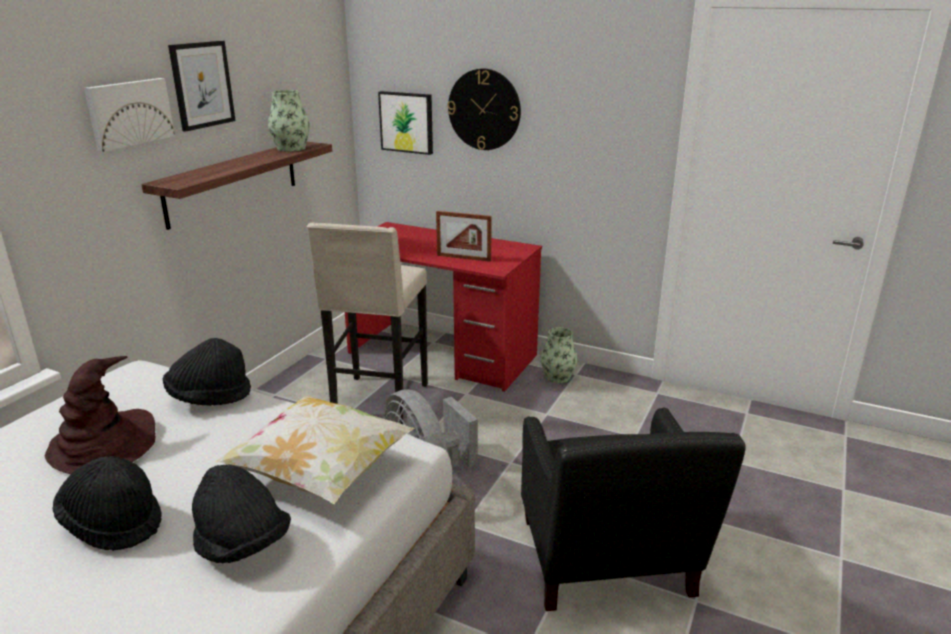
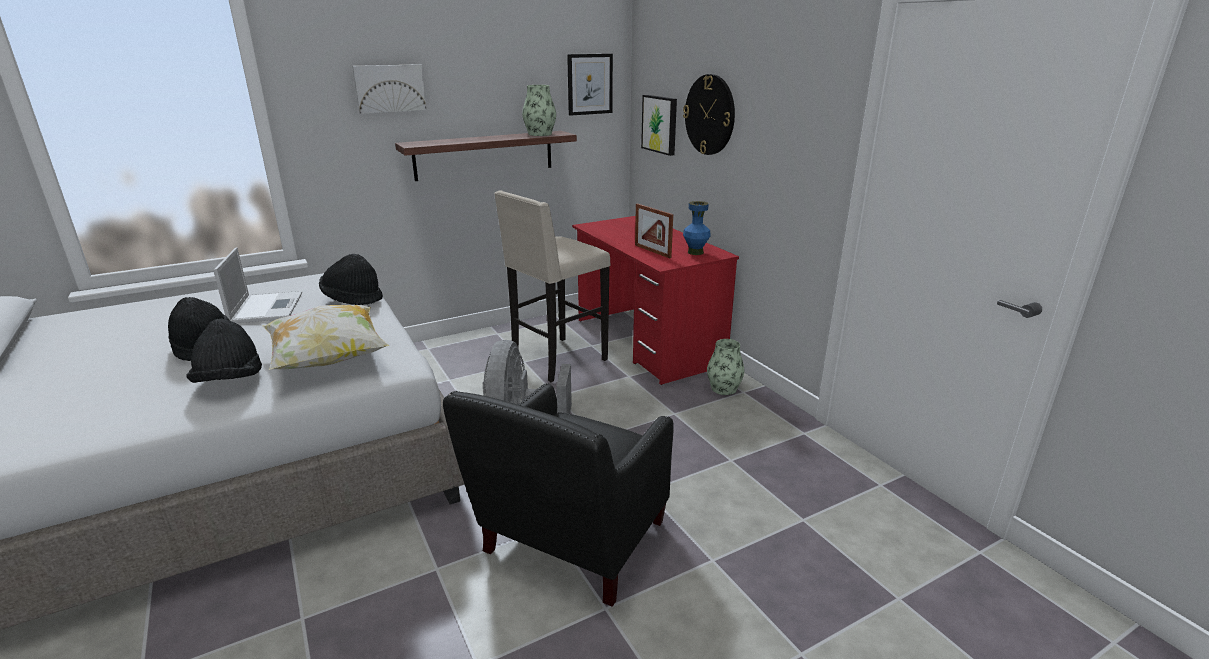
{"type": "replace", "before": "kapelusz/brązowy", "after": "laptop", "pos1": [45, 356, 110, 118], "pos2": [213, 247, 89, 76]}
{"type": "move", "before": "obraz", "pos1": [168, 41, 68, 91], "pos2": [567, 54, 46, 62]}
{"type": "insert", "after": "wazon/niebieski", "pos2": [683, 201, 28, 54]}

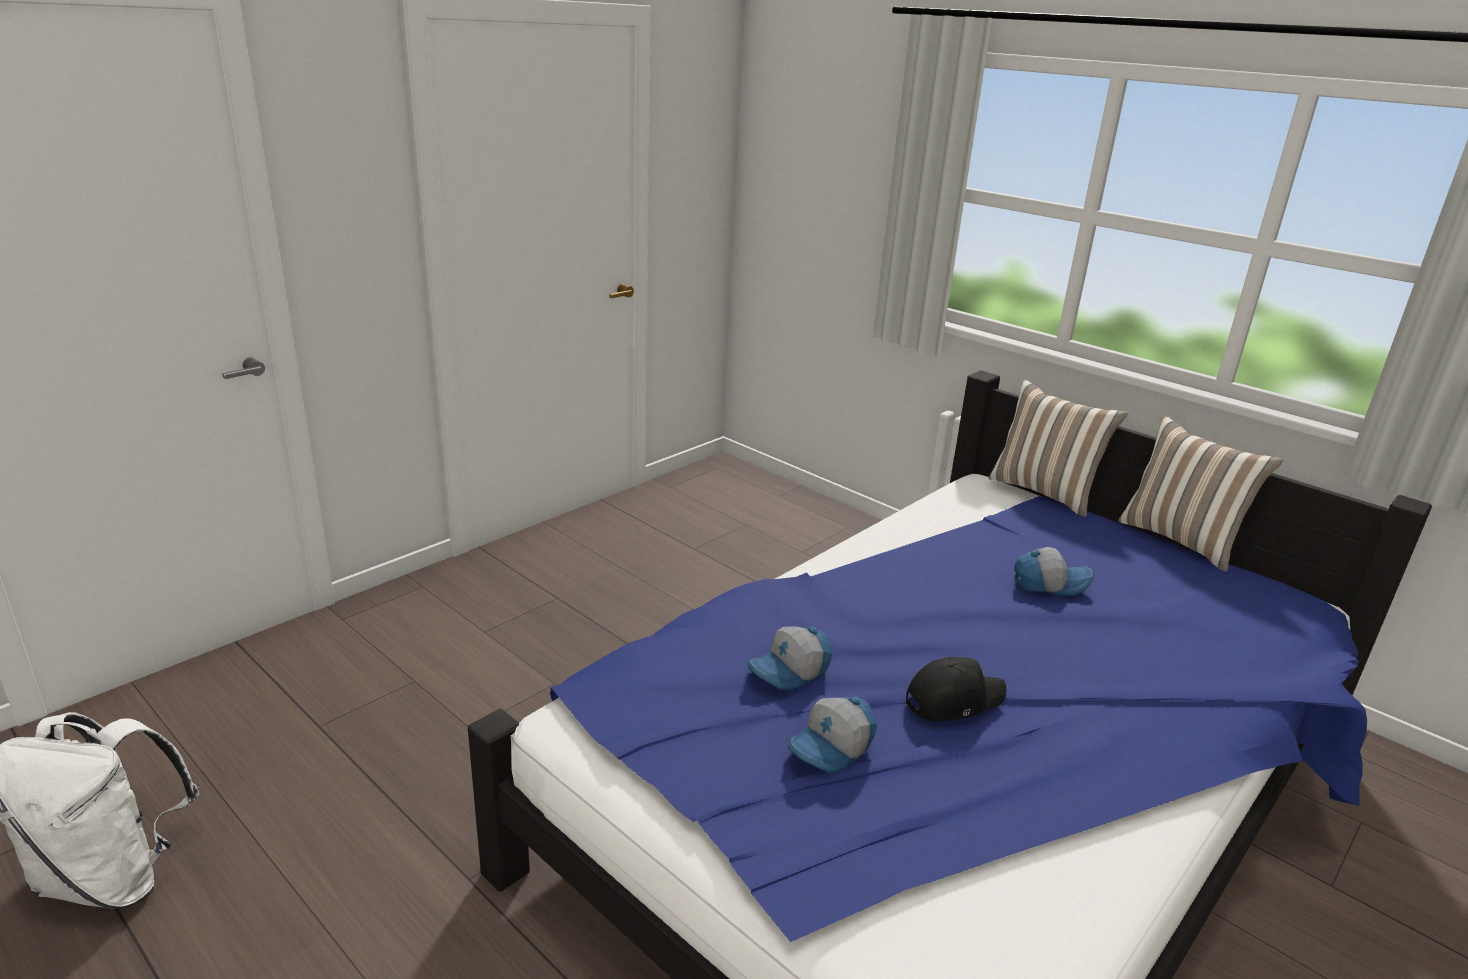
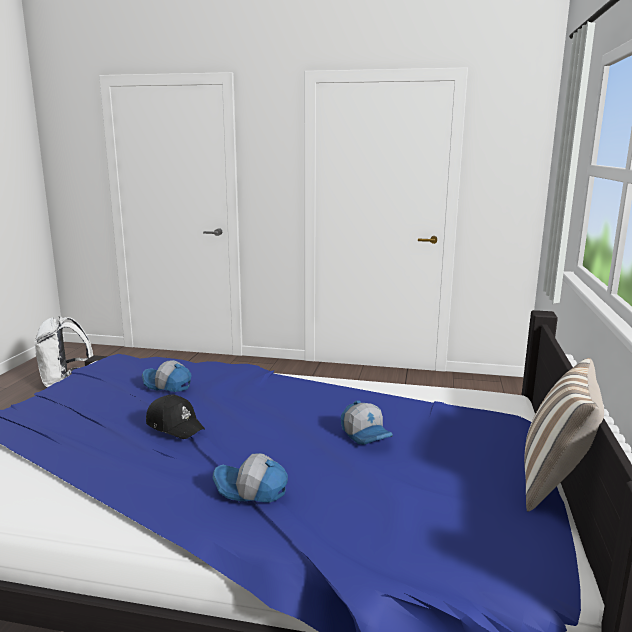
{"type": "move", "before": "czapka z daszkiem", "pos1": [788, 697, 89, 76], "pos2": [213, 453, 75, 50]}
{"type": "delete", "before": "poduszka", "pos1": [989, 379, 139, 138]}

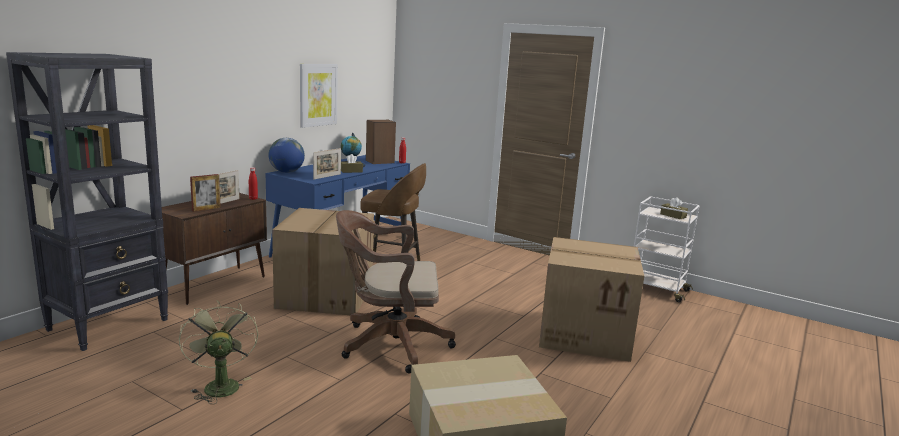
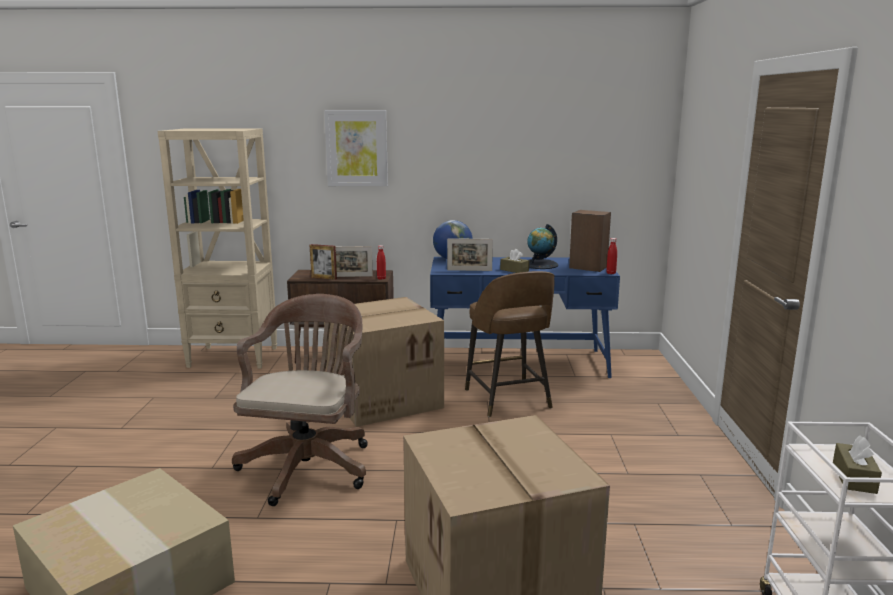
{"type": "recolor", "before": "regał/czarny", "after": "regał/beżowy", "pos1": [6, 52, 162, 299], "pos2": [158, 128, 119, 241]}
{"type": "rotate", "before": "krzesło biurowe/brązowy", "pos1": [336, 210, 120, 164], "pos2": [232, 294, 136, 212], "turn": 45}
{"type": "move", "before": "obraz", "pos1": [300, 64, 38, 64], "pos2": [324, 110, 64, 76]}
{"type": "delete", "before": "wentylator/zielony", "pos1": [179, 300, 79, 104]}

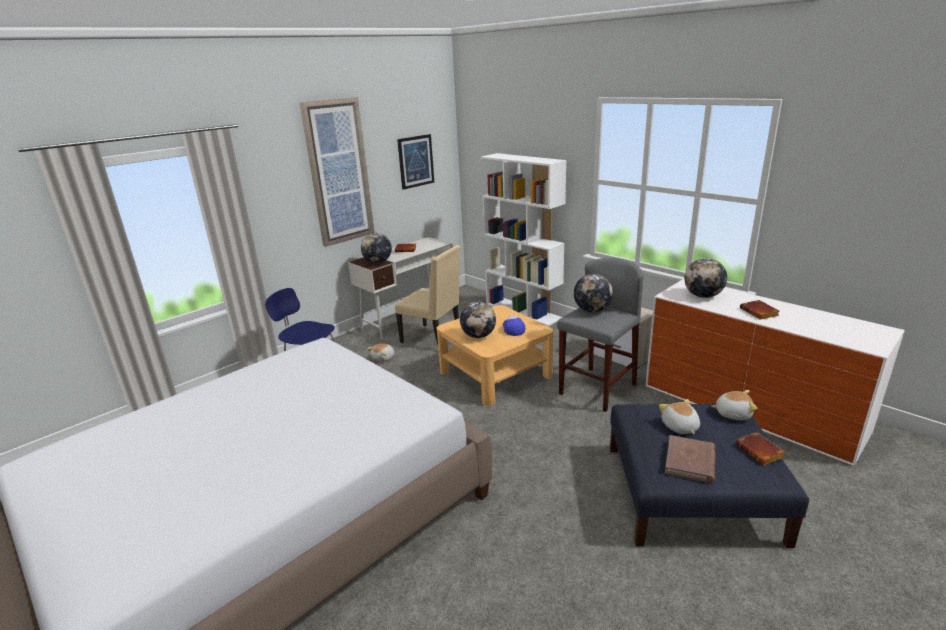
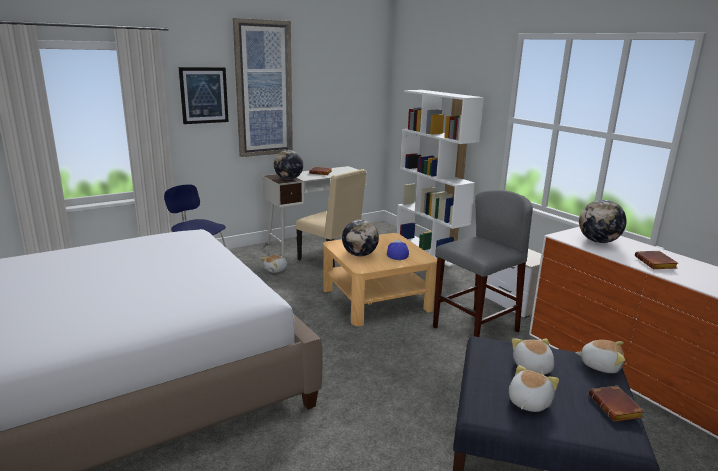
{"type": "move", "before": "obraz", "pos1": [397, 134, 37, 56], "pos2": [179, 67, 50, 57]}
{"type": "replace", "before": "książka/brązowy", "after": "pluszak", "pos1": [665, 435, 51, 48], "pos2": [509, 365, 50, 47]}
{"type": "delete", "before": "globus", "pos1": [574, 274, 39, 39]}

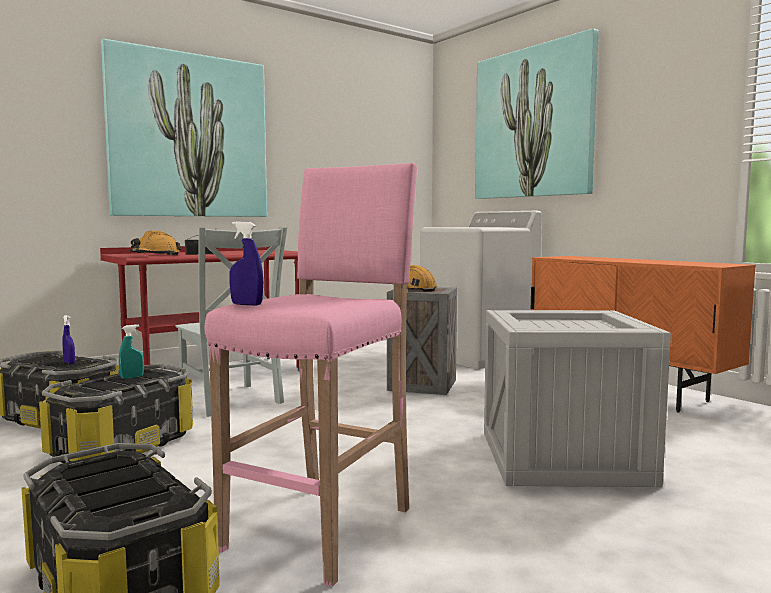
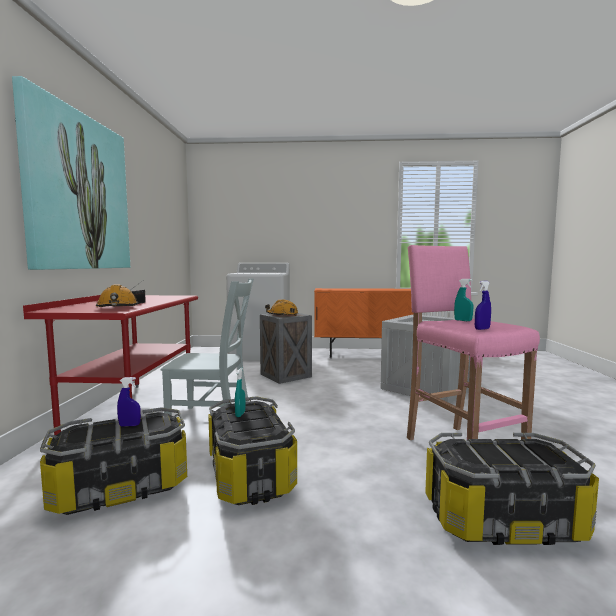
{"type": "insert", "after": "spryskiwacz/turkusowy", "pos2": [454, 279, 20, 42]}
{"type": "delete", "before": "obraz", "pos1": [475, 28, 124, 171]}

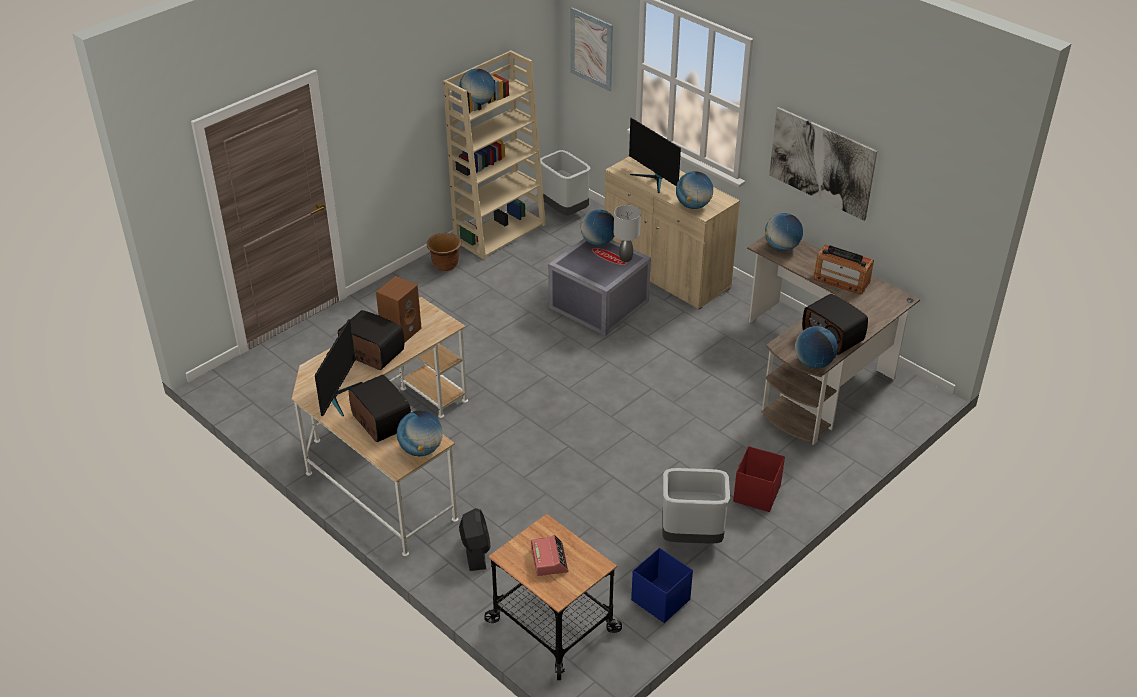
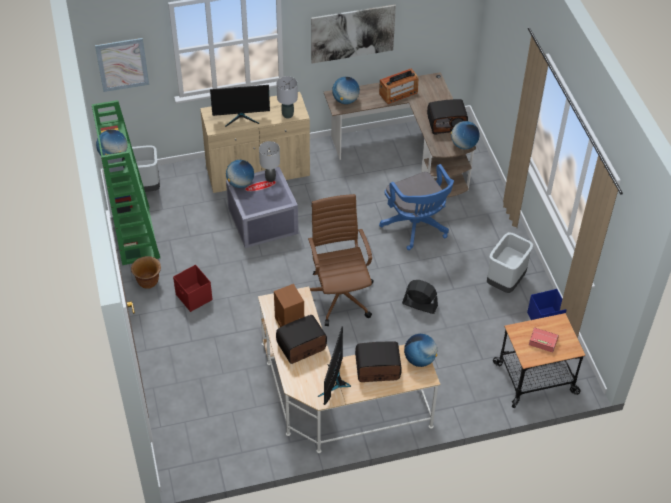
{"type": "recolor", "before": "regał/beżowy", "after": "regał/zielony", "pos1": [443, 50, 103, 210], "pos2": [91, 100, 69, 165]}
{"type": "move", "before": "pojemnik do przechowywania/czerwony", "pos1": [733, 446, 52, 66], "pos2": [173, 265, 40, 47]}
{"type": "replace", "before": "globus", "after": "lampa stołowa/szary", "pos1": [676, 171, 37, 38], "pos2": [277, 76, 21, 43]}
{"type": "insert", "after": "krzesło biurowe/brązowy", "pos2": [308, 194, 66, 132]}
{"type": "rotate", "before": "monitor", "pos1": [315, 319, 48, 97], "pos2": [318, 327, 33, 78], "turn": -120}
{"type": "insert", "after": "krzesło biurowe/niebieski", "pos2": [379, 164, 75, 86]}
{"type": "move", "before": "wentylator/czarny", "pos1": [459, 508, 32, 63], "pos2": [402, 280, 36, 34]}

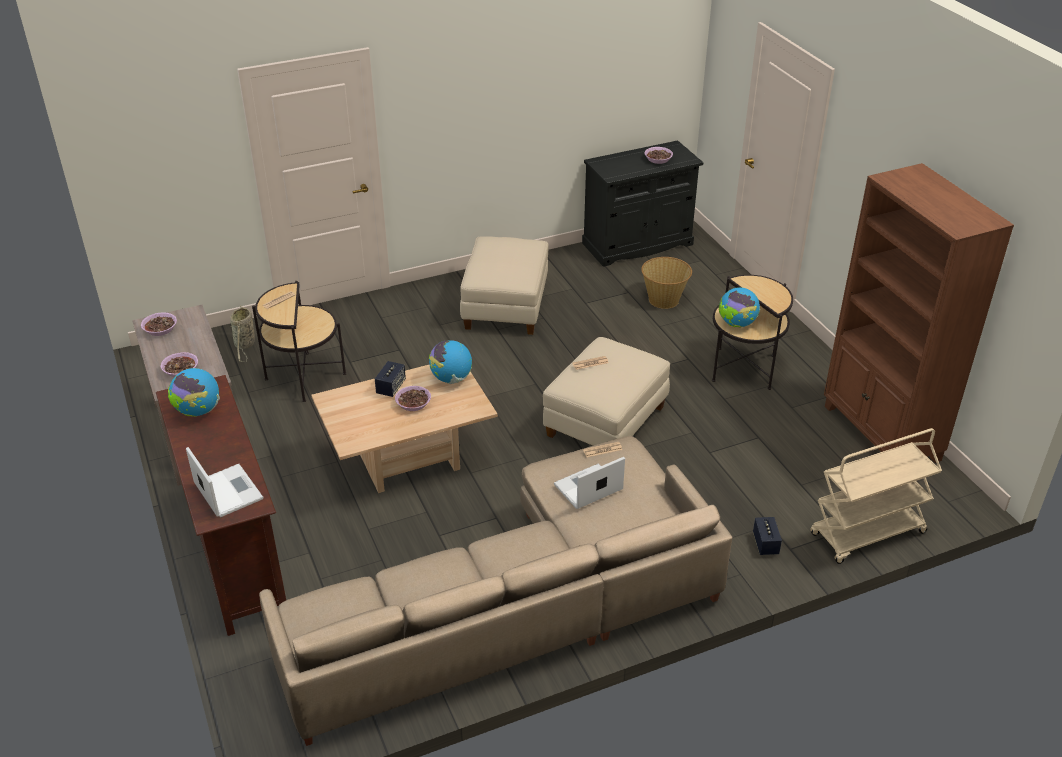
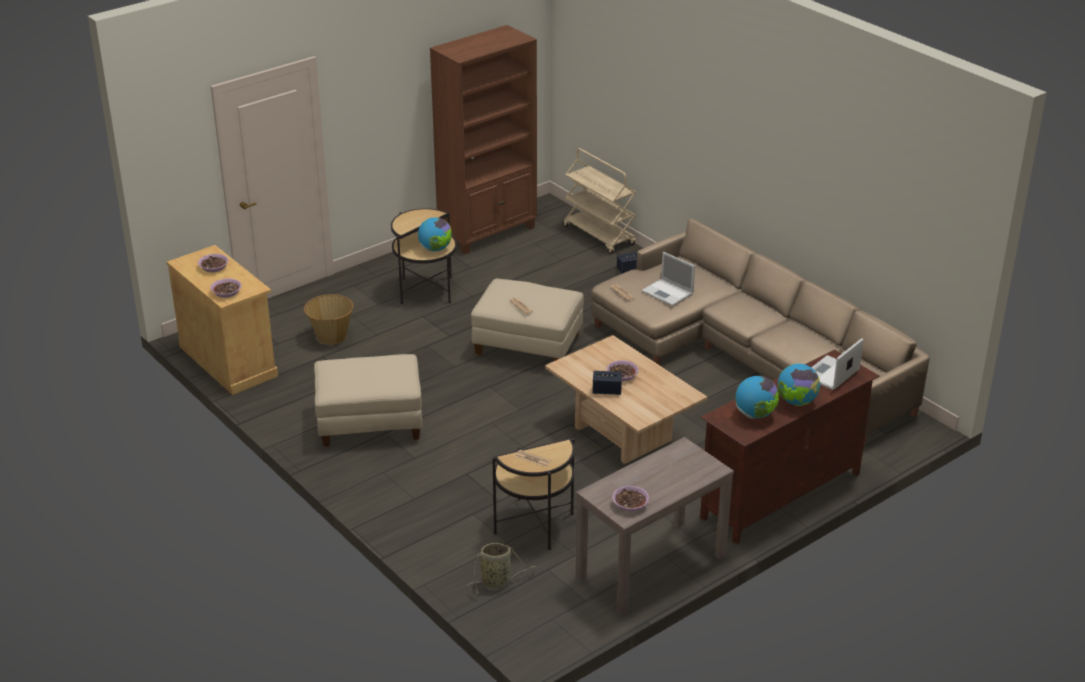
{"type": "recolor", "before": "szafka/czarny", "after": "szafka/beżowy", "pos1": [582, 140, 121, 127], "pos2": [167, 245, 111, 150]}
{"type": "move", "before": "miska", "pos1": [161, 352, 37, 25], "pos2": [210, 278, 31, 20]}
{"type": "move", "before": "globus", "pos1": [429, 340, 43, 44], "pos2": [778, 364, 42, 42]}

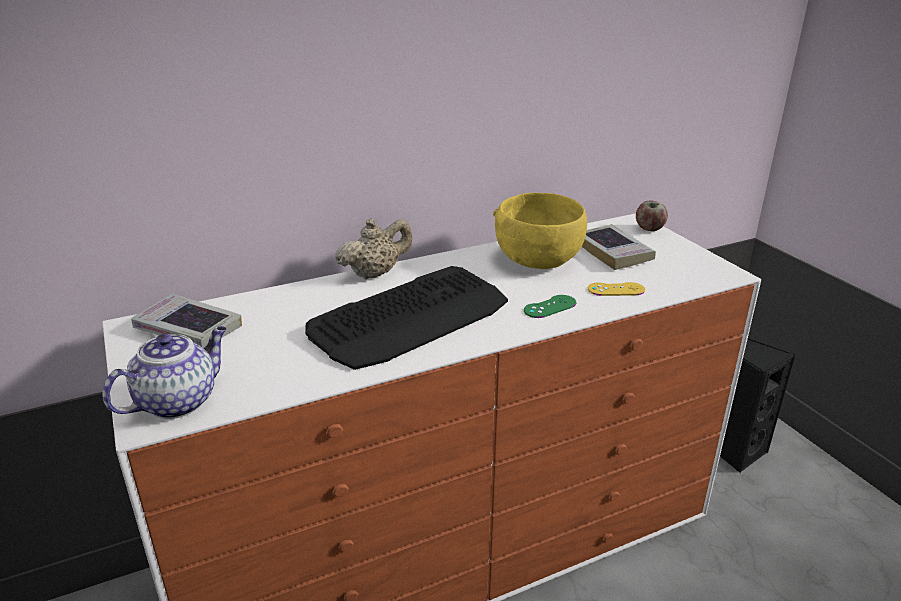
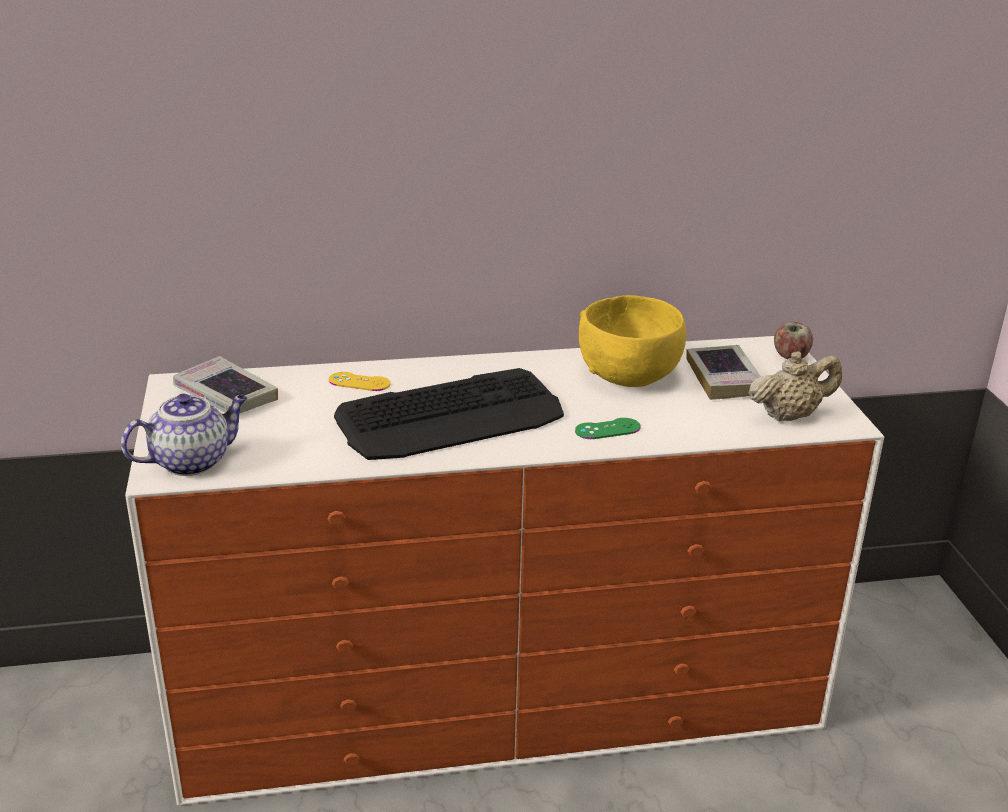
{"type": "move", "before": "pad do gier/żółty", "pos1": [588, 282, 57, 14], "pos2": [329, 372, 61, 19]}
{"type": "move", "before": "imbryk/beżowy", "pos1": [335, 219, 77, 60], "pos2": [748, 351, 94, 71]}
{"type": "delete", "before": "głośnik/czarny", "pos1": [720, 338, 75, 135]}

